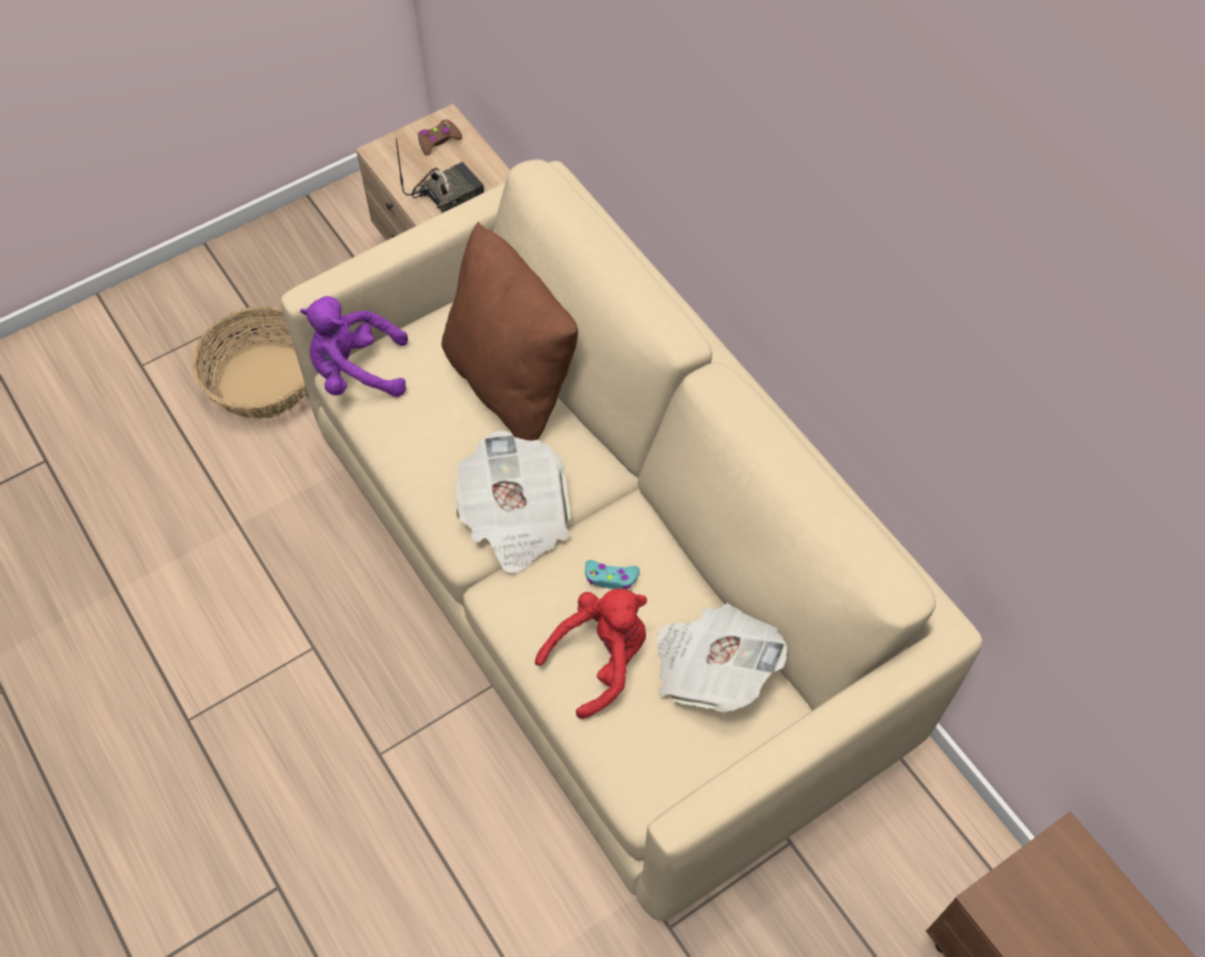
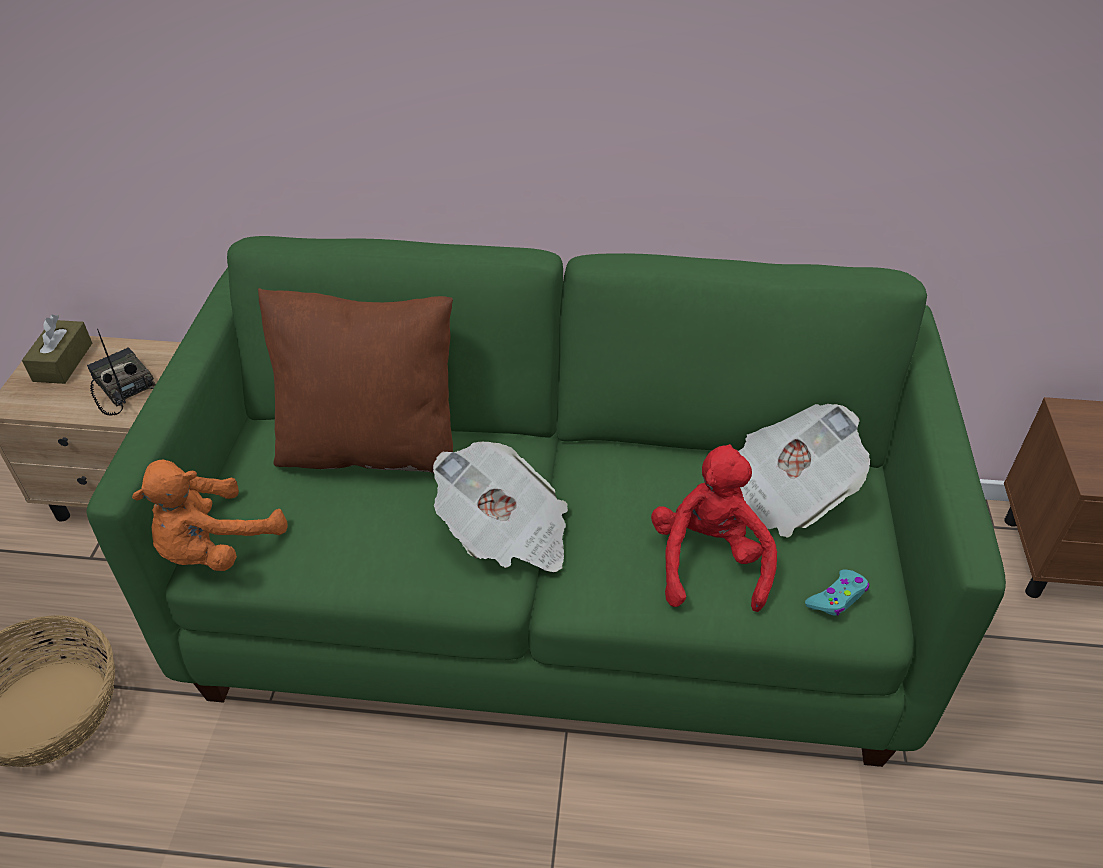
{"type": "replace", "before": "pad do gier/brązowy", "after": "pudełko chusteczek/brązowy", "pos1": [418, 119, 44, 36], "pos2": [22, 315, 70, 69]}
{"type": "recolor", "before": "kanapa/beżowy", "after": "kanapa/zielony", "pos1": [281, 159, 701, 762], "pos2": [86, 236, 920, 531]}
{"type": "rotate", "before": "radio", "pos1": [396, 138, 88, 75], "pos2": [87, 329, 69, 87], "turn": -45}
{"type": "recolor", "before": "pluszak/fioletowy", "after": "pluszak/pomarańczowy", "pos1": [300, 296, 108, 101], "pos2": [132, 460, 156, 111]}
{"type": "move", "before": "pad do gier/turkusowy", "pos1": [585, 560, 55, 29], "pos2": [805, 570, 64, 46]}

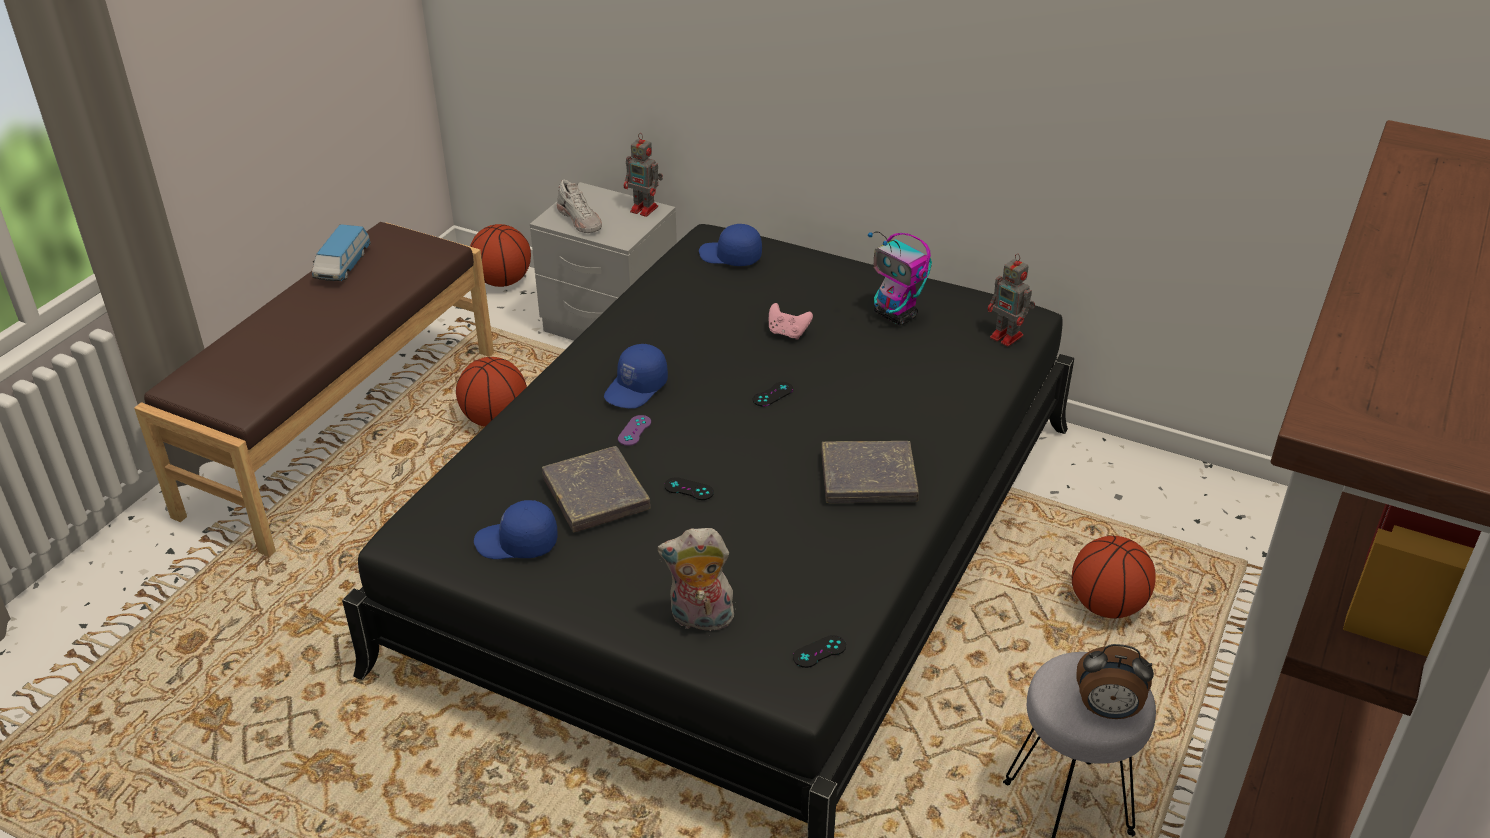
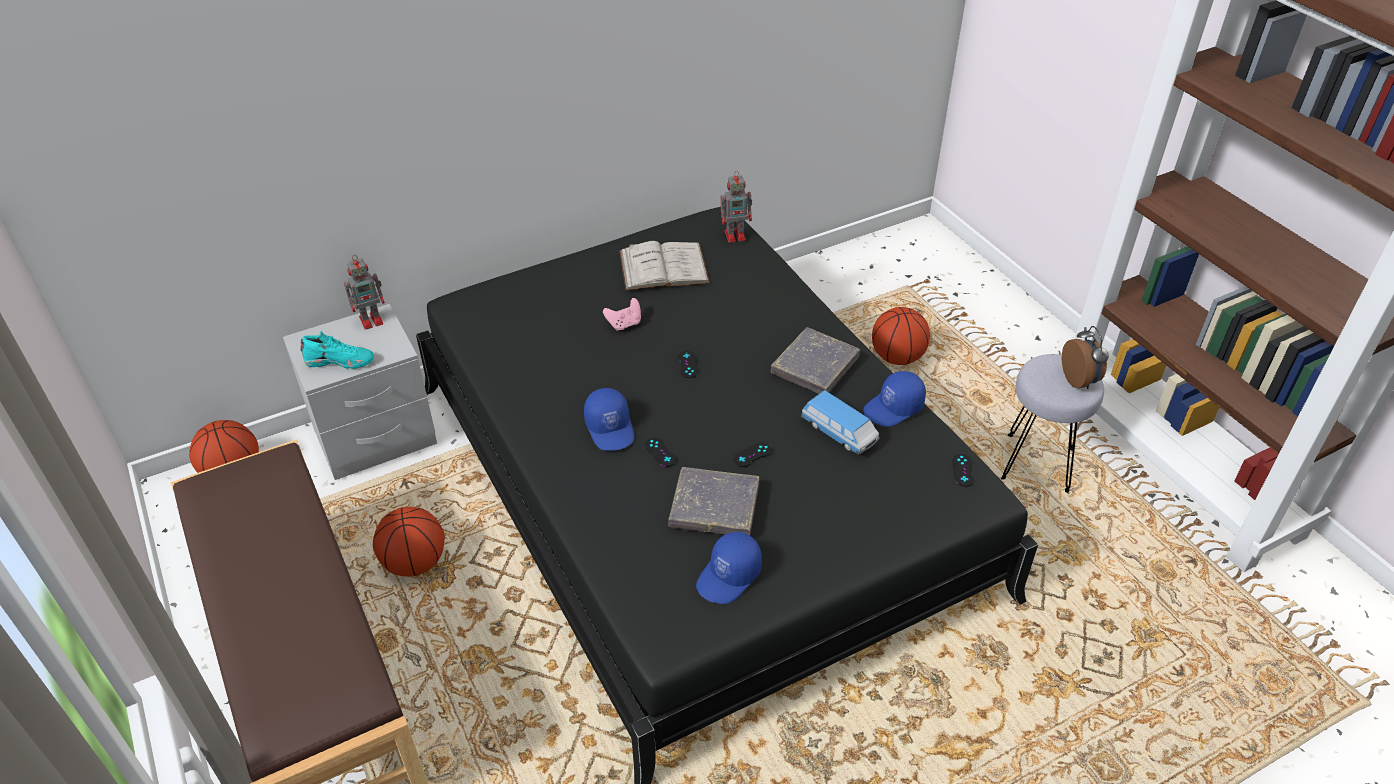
{"type": "recolor", "before": "but/biały", "after": "but/turkusowy", "pos1": [557, 180, 45, 53], "pos2": [300, 331, 74, 38]}
{"type": "replace", "before": "robot zabawkowy", "after": "książka/biały", "pos1": [868, 231, 64, 94], "pos2": [619, 241, 91, 49]}
{"type": "recolor", "before": "pad do gier/fioletowy", "after": "pad do gier/czarny", "pos1": [618, 415, 33, 31], "pos2": [645, 437, 32, 30]}
{"type": "move", "before": "samochodzik", "pos1": [312, 224, 59, 57], "pos2": [801, 390, 79, 64]}
{"type": "move", "before": "czapka z daszkiem/niebieski", "pos1": [699, 224, 63, 42], "pos2": [863, 371, 63, 56]}
{"type": "rotate", "before": "budzik", "pos1": [1077, 644, 77, 75], "pos2": [1062, 326, 47, 63], "turn": -60}
{"type": "delete", "before": "pluszak", "pos1": [657, 528, 80, 103]}

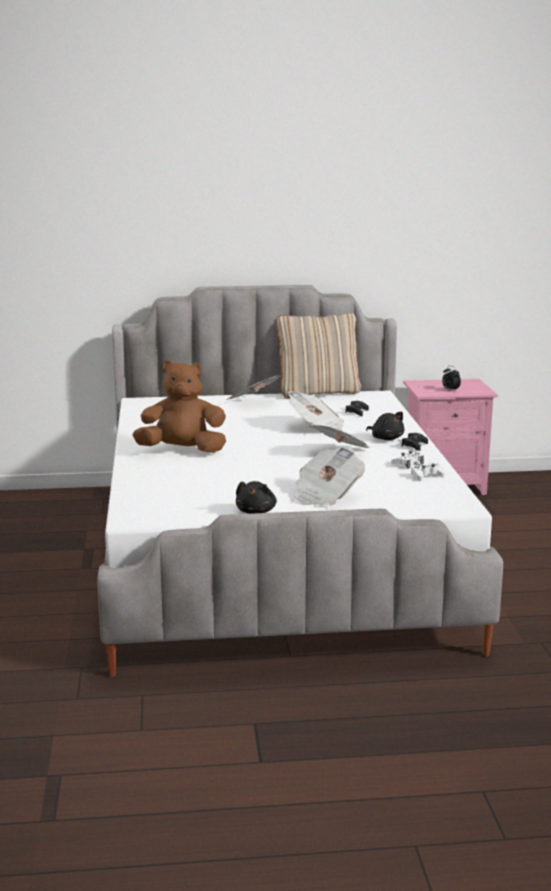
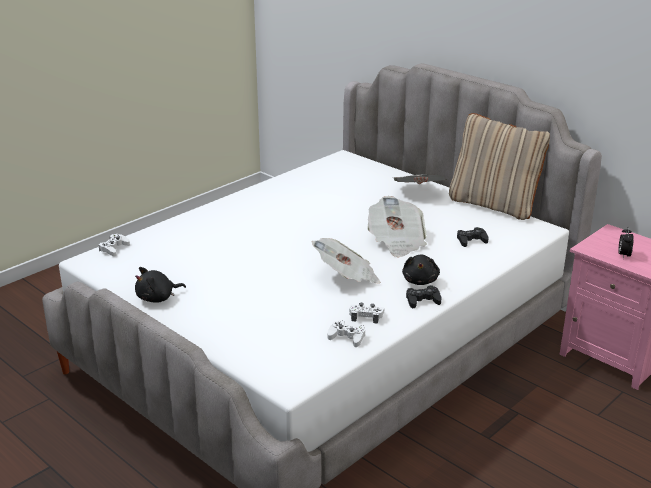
{"type": "insert", "after": "pad do gier/biały", "pos2": [99, 234, 31, 23]}
{"type": "delete", "before": "pluszak/brązowy", "pos1": [133, 360, 93, 93]}
{"type": "delete", "before": "gazeta", "pos1": [293, 447, 72, 59]}

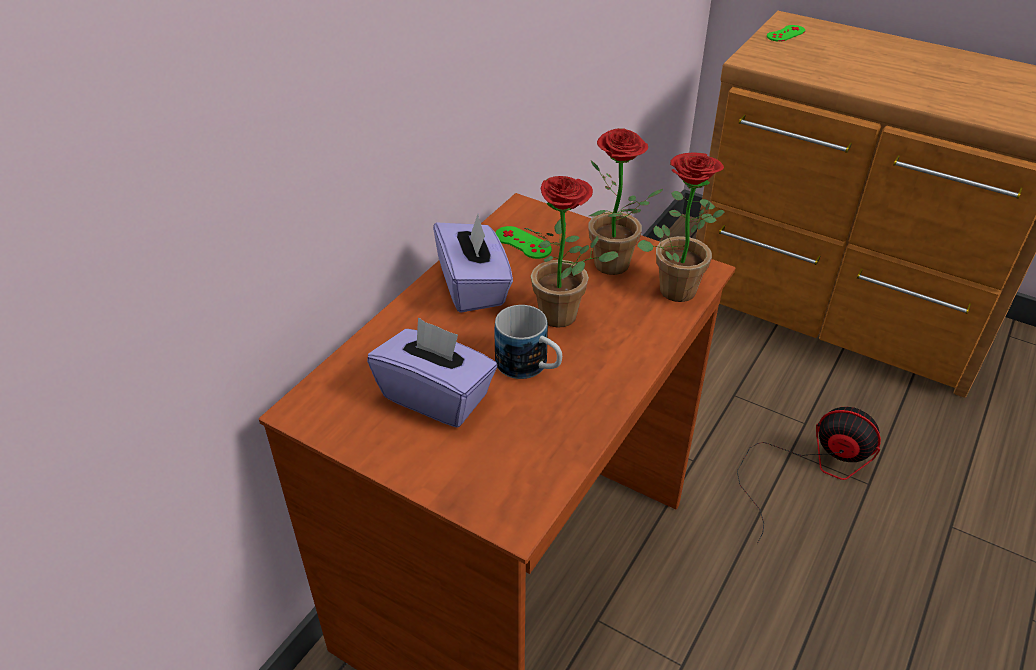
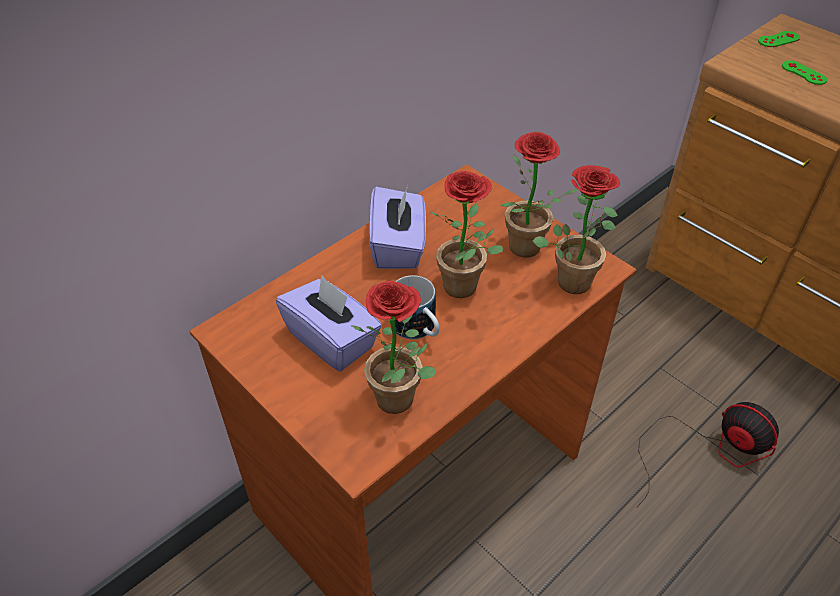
{"type": "insert", "after": "roślina doniczkowa", "pos2": [351, 281, 84, 133]}
{"type": "move", "before": "pad do gier/zielony", "pos1": [495, 226, 57, 33], "pos2": [782, 60, 45, 25]}

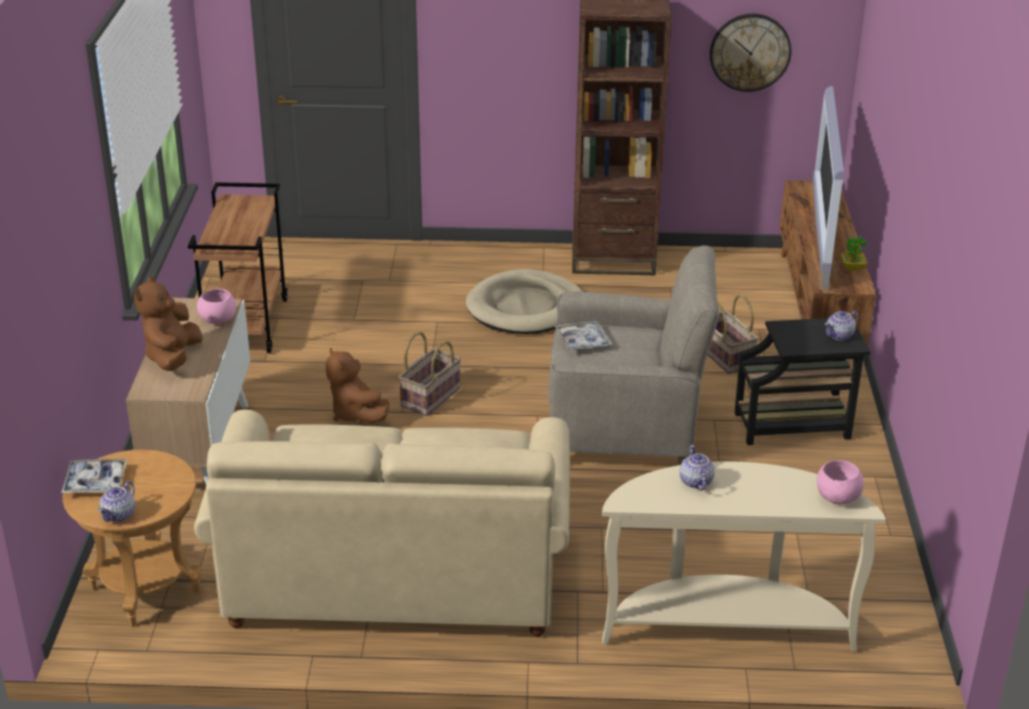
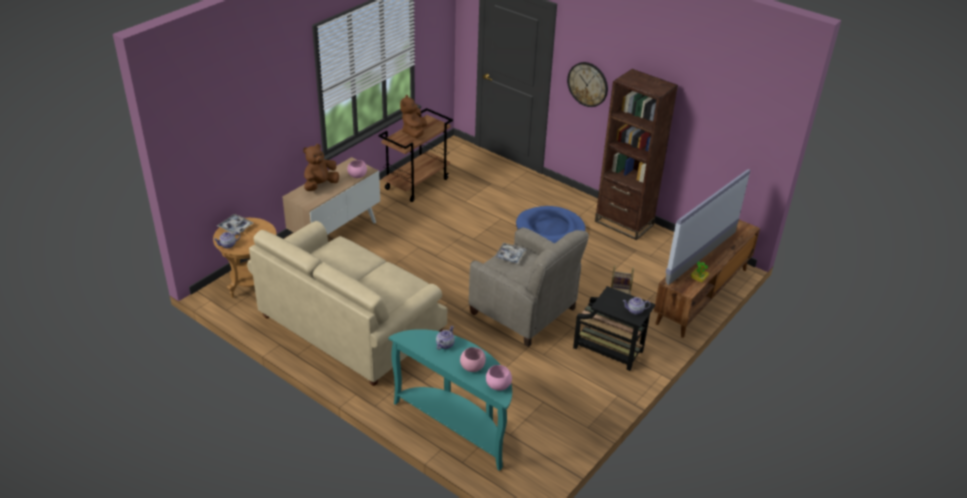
{"type": "recolor", "before": "stolik konsolowy/beżowy", "after": "stolik konsolowy/turkusowy", "pos1": [602, 461, 284, 191], "pos2": [388, 329, 124, 142]}
{"type": "move", "before": "pluszak/brązowy", "pos1": [326, 347, 64, 76], "pos2": [400, 95, 27, 43]}
{"type": "insert", "after": "miska/różowy", "pos2": [460, 347, 26, 25]}
{"type": "recolor", "before": "legowisko/beżowy", "after": "legowisko/niebieski", "pos1": [466, 269, 117, 65], "pos2": [516, 206, 70, 37]}
{"type": "move", "before": "zegar ścienny", "pos1": [710, 13, 81, 79], "pos2": [567, 62, 41, 45]}
{"type": "delete", "before": "koszyk", "pos1": [398, 332, 63, 84]}

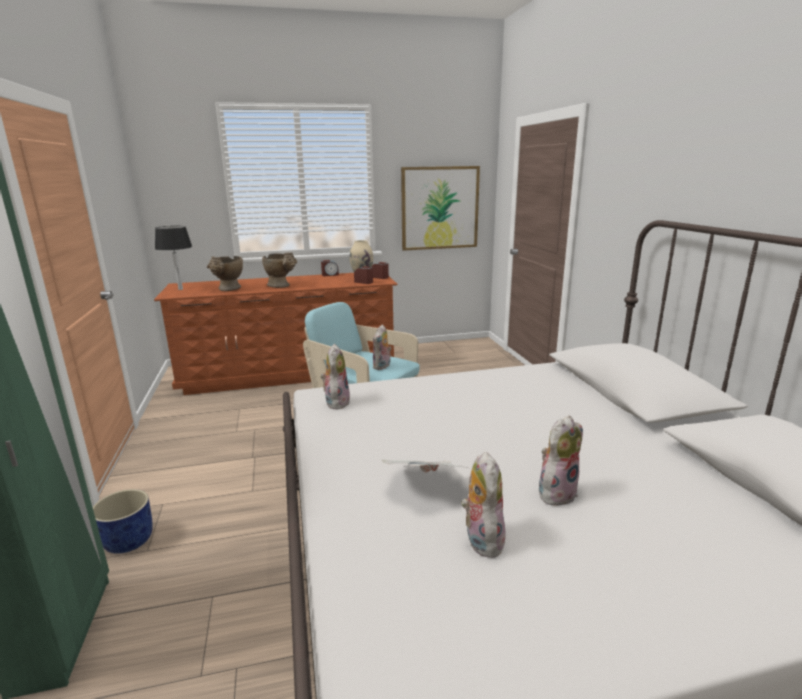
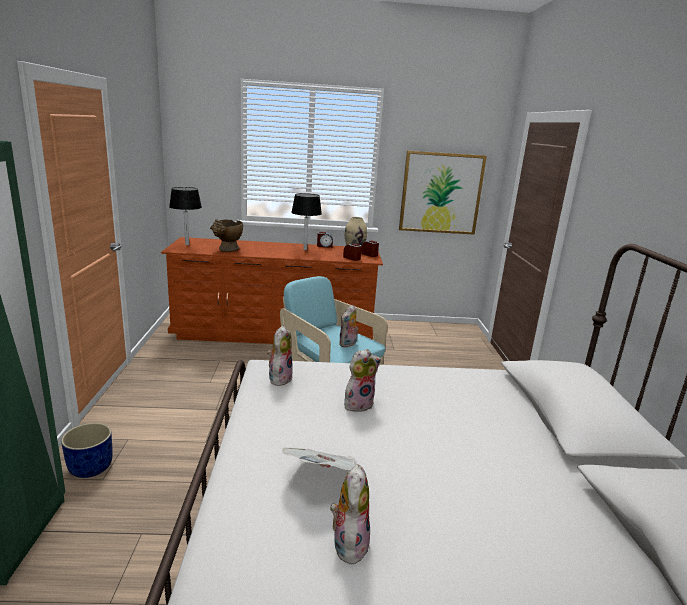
{"type": "insert", "after": "lampa stołowa/czarny", "pos2": [291, 193, 31, 57]}
{"type": "move", "before": "pluszak", "pos1": [539, 415, 44, 91], "pos2": [344, 349, 37, 63]}
{"type": "delete", "before": "wazon/beżowy", "pos1": [262, 253, 35, 35]}

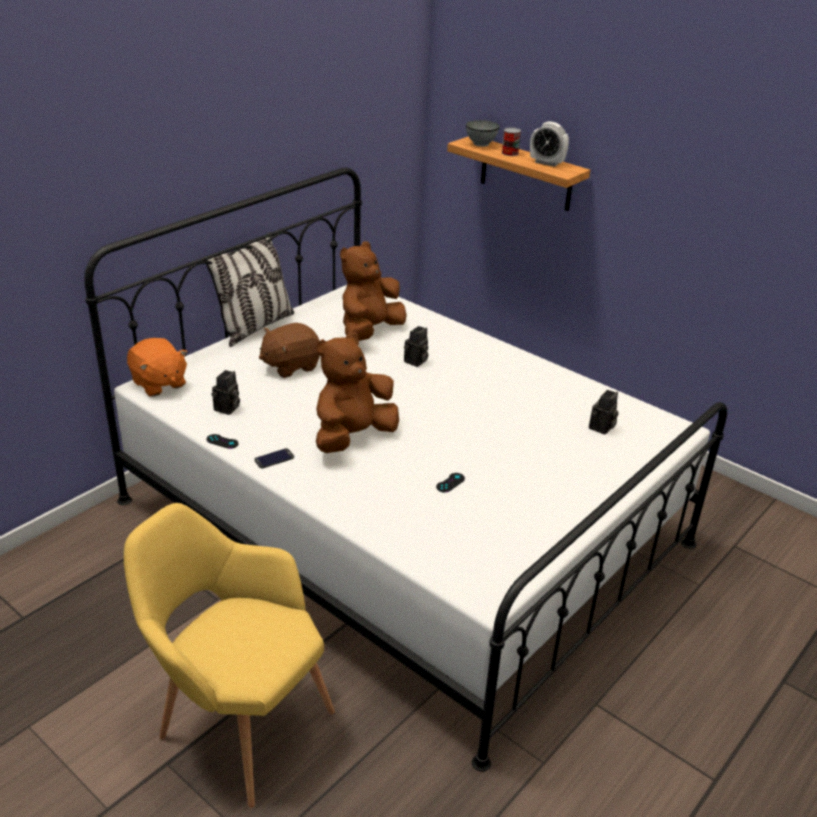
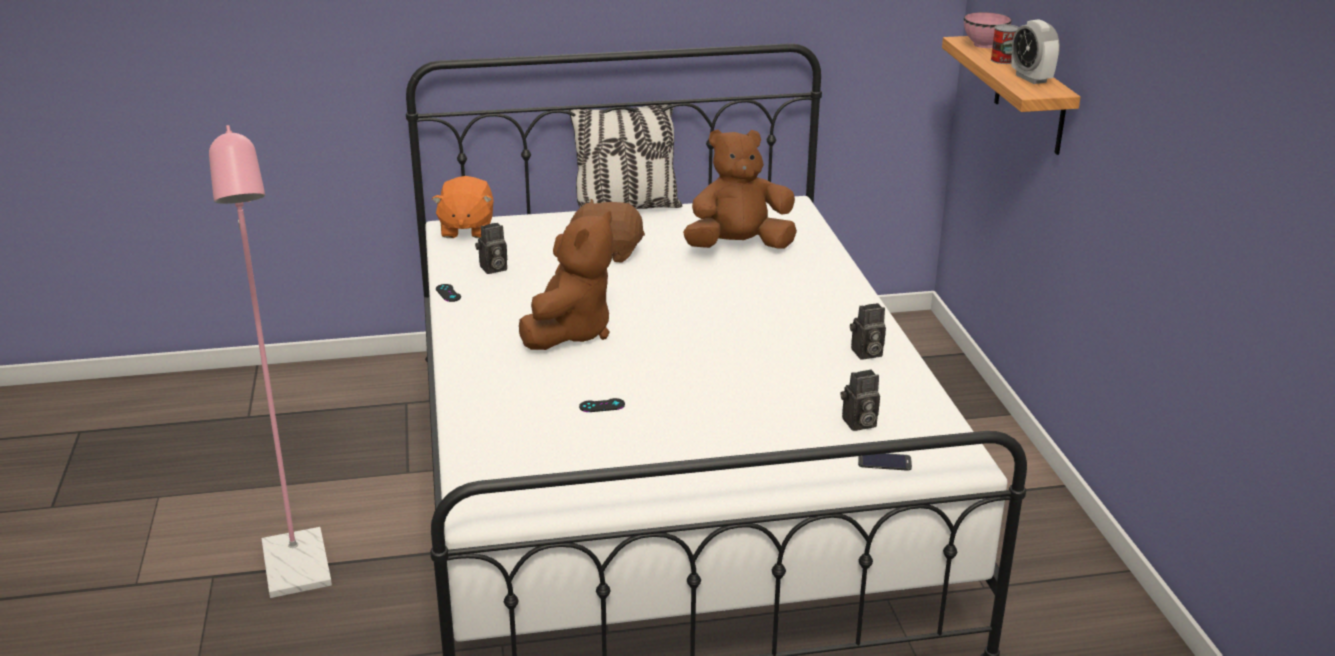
{"type": "replace", "before": "fotel/żółty", "after": "lampa stojąca/różowy", "pos1": [124, 503, 211, 305], "pos2": [209, 125, 123, 473]}
{"type": "rotate", "before": "pluszak/brązowy", "pos1": [316, 332, 83, 121], "pos2": [519, 211, 94, 139], "turn": 120}
{"type": "move", "before": "aparat fotograficzny", "pos1": [404, 326, 24, 41], "pos2": [850, 303, 36, 56]}
{"type": "move", "before": "telefon", "pos1": [254, 448, 40, 20], "pos2": [858, 453, 54, 18]}
{"type": "recolor", "before": "miska/szary", "after": "miska/różowy", "pos1": [466, 120, 34, 27], "pos2": [964, 12, 48, 36]}

